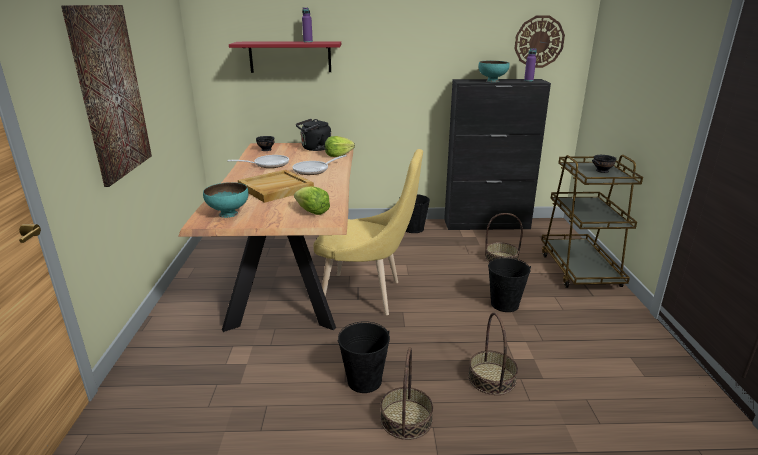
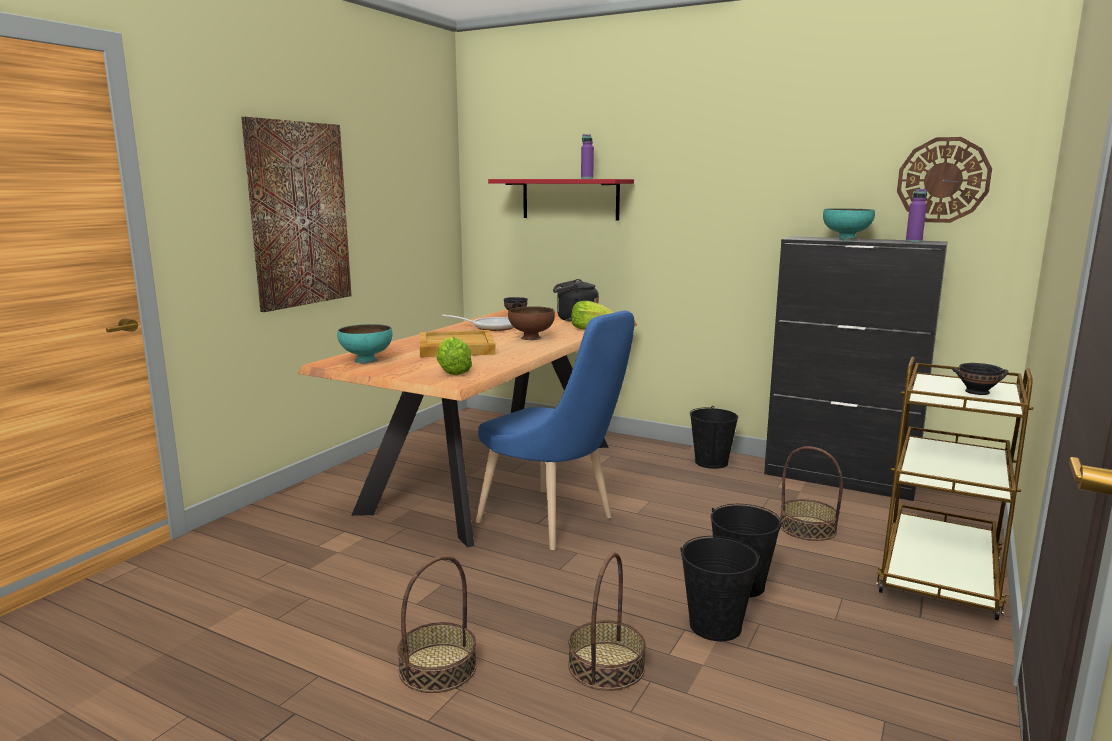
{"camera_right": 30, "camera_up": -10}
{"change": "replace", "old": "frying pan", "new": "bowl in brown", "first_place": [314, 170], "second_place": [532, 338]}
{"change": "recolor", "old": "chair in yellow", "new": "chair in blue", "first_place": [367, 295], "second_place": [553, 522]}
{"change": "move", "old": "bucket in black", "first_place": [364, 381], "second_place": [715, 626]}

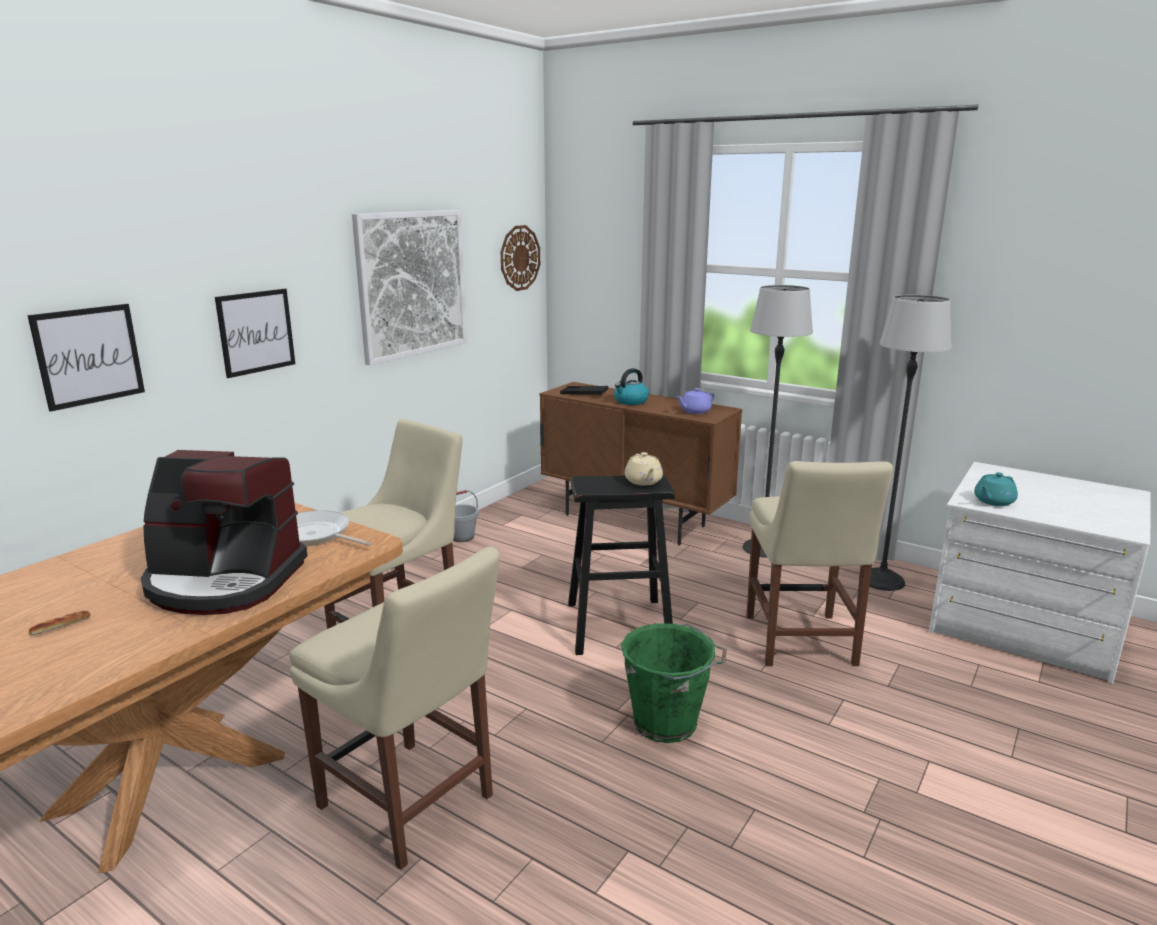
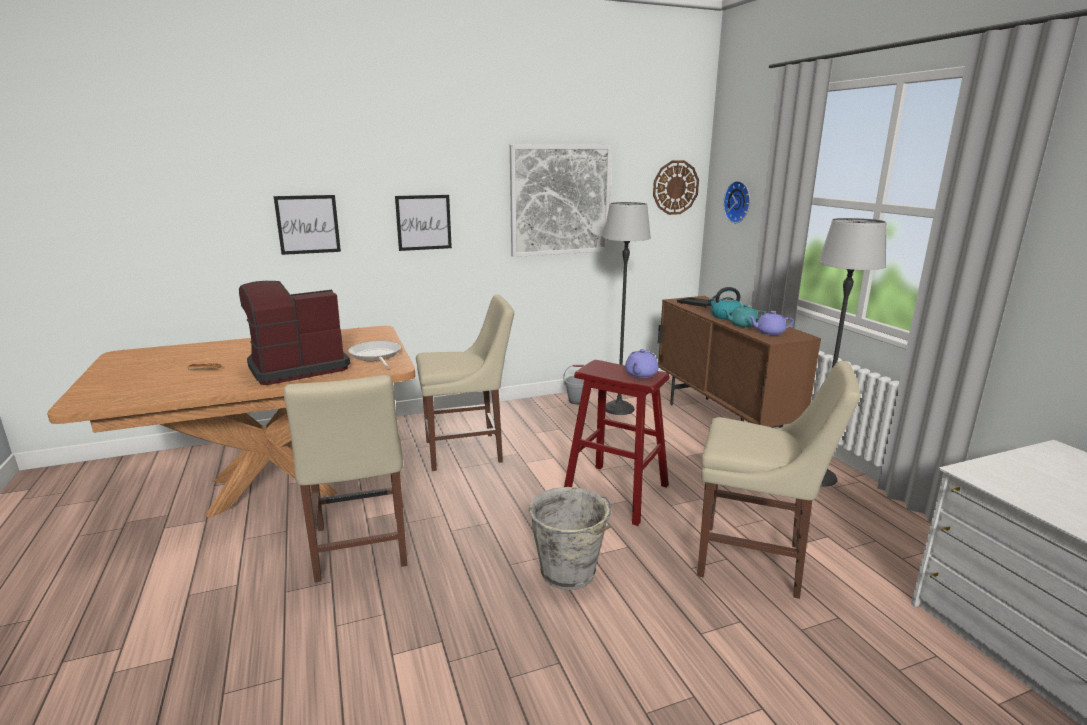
{"camera_right": 35, "camera_up": 0}
{"change": "rotate", "old": "coffee machine", "first_place": [224, 581], "second_place": [296, 368], "degrees": 105}
{"change": "recolor", "old": "stool in black", "new": "stool in red", "first_place": [619, 625], "second_place": [616, 493]}
{"change": "recolor", "old": "bucket in green", "new": "bucket in grey", "first_place": [668, 723], "second_place": [569, 573]}
{"change": "recolor", "old": "teapot in beige", "new": "teapot in purple", "first_place": [643, 481], "second_place": [640, 374]}
{"change": "rotate", "old": "chair in beige", "first_place": [800, 643], "second_place": [756, 561], "degrees": -105}
{"change": "move", "old": "floor lamp", "first_place": [881, 580], "second_place": [618, 408]}
{"change": "move", "old": "teapot in turquoise", "first_place": [993, 501], "second_place": [742, 325]}
{"change": "insert", "new": "wall clock", "second_place": [739, 202]}

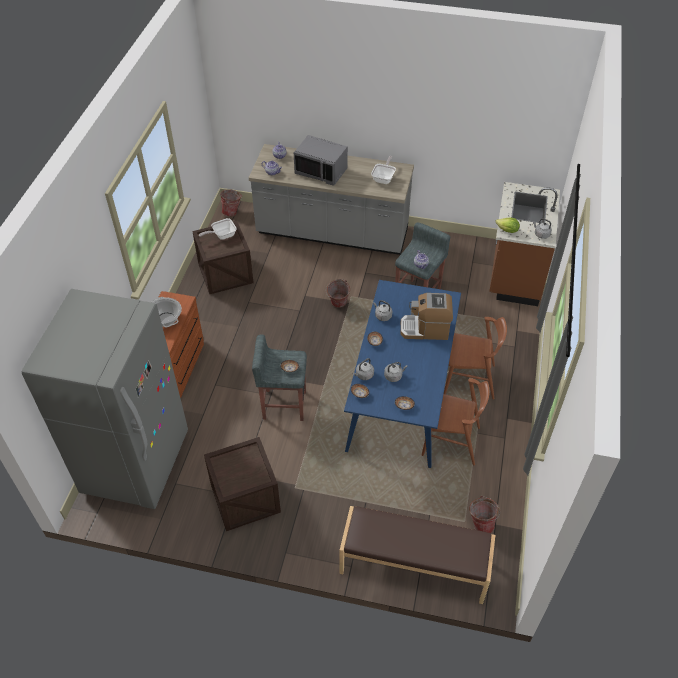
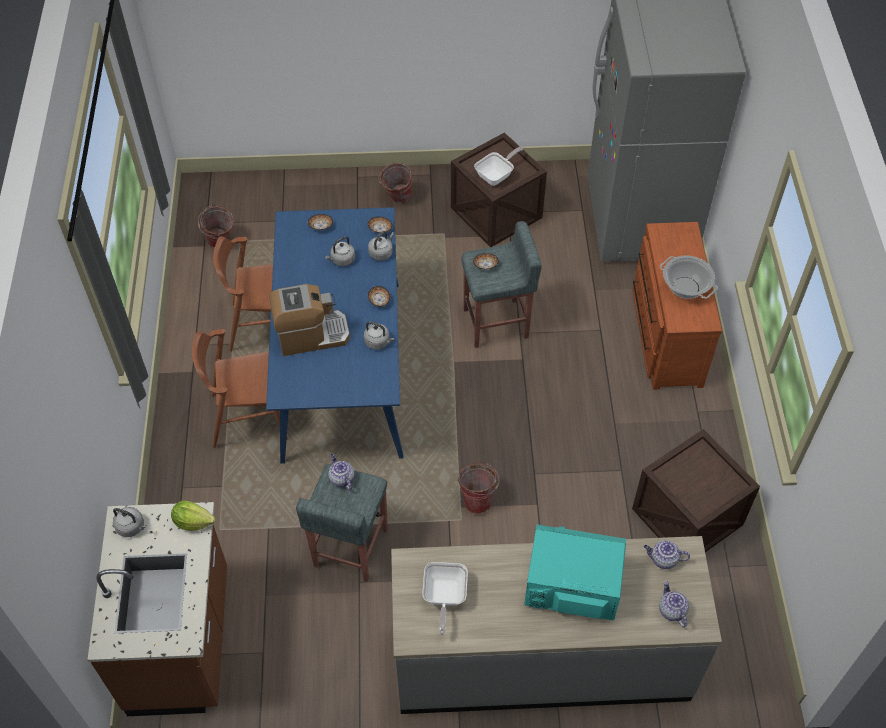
{"camera_right": 165, "camera_up": 5}
{"change": "move", "old": "frying pan", "first_place": [222, 235], "second_place": [496, 176]}
{"change": "move", "old": "bucket", "first_place": [232, 212], "second_place": [396, 198]}
{"change": "recolor", "old": "microwave in grey", "new": "microwave in turquoise", "first_place": [321, 171], "second_place": [571, 587]}
{"change": "delete", "old": "bench in brown", "first_place": [414, 567]}

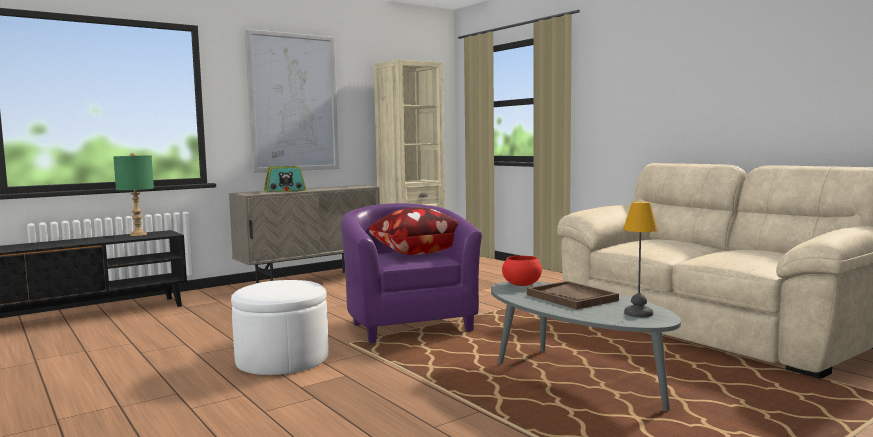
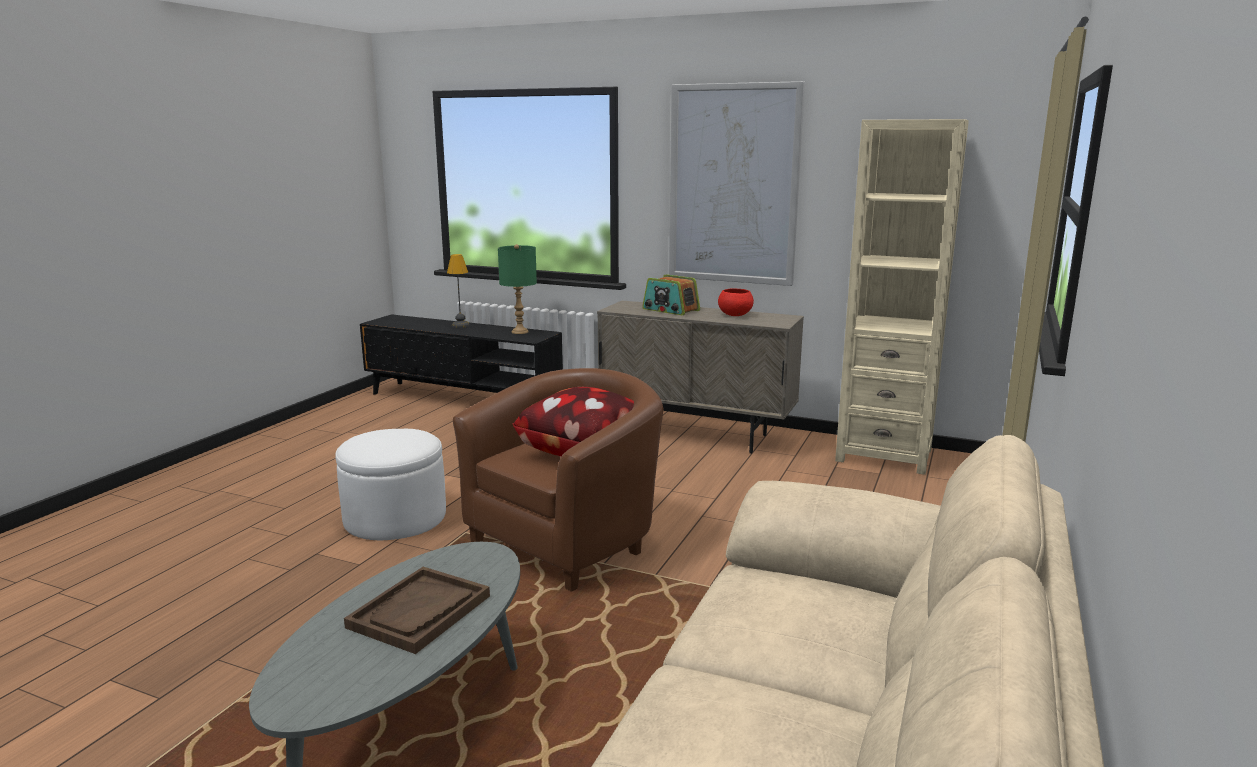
{"camera_right": 60, "camera_up": 10}
{"change": "recolor", "old": "armchair in purple", "new": "armchair in brown", "first_place": [408, 324], "second_place": [569, 542]}
{"change": "move", "old": "bowl in red", "first_place": [522, 285], "second_place": [734, 315]}
{"change": "move", "old": "table lamp", "first_place": [638, 313], "second_place": [461, 325]}

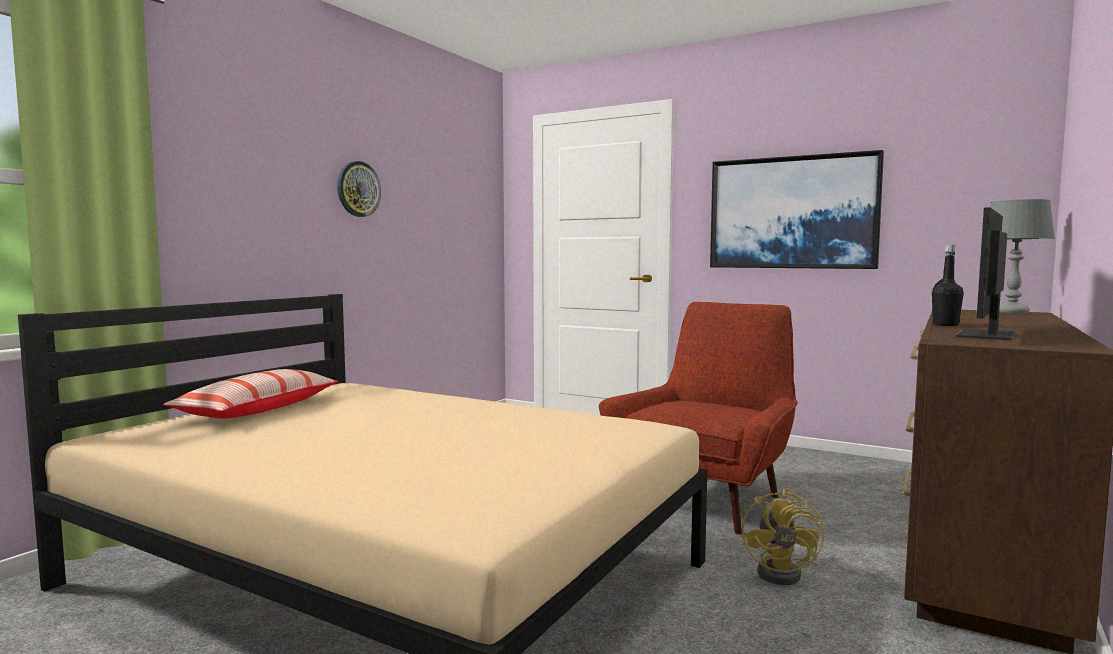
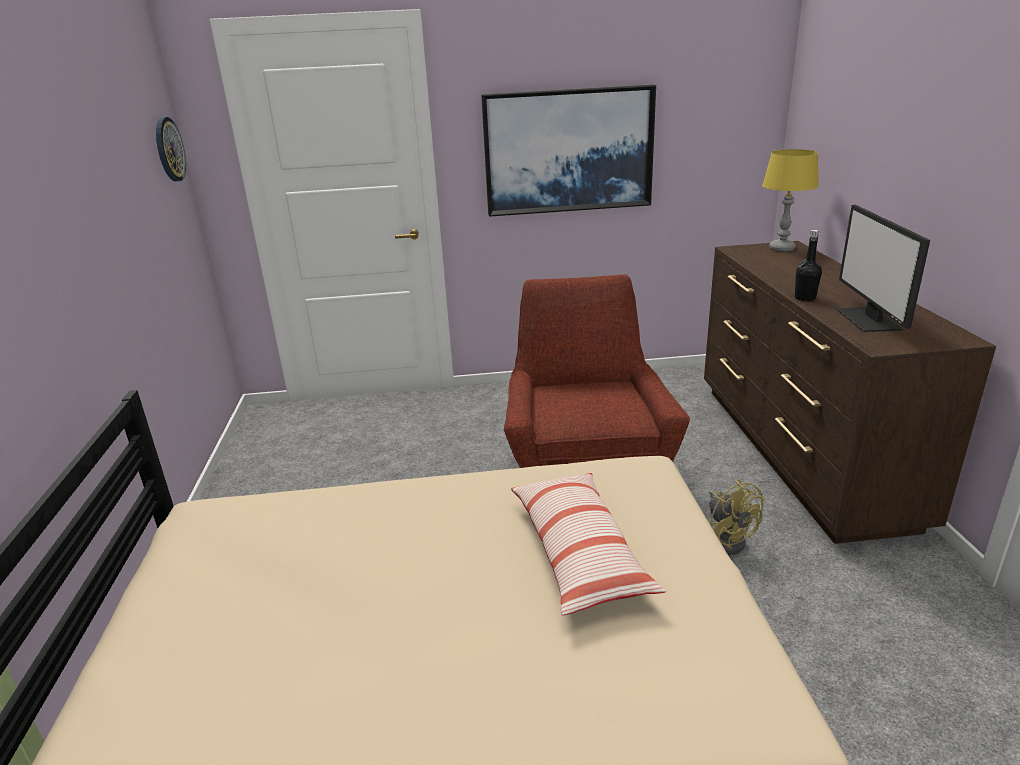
{"camera_right": -35, "camera_up": 20}
{"change": "move", "old": "pillow", "first_place": [258, 409], "second_place": [579, 553]}
{"change": "move", "old": "wall clock", "first_place": [358, 189], "second_place": [169, 149]}
{"change": "recolor", "old": "table lamp in grey", "new": "table lamp in yellow", "first_place": [1012, 313], "second_place": [782, 249]}

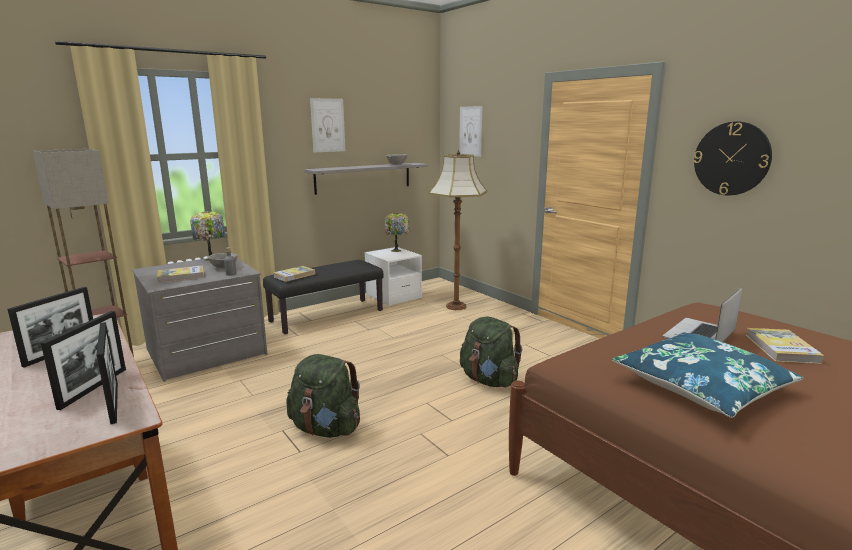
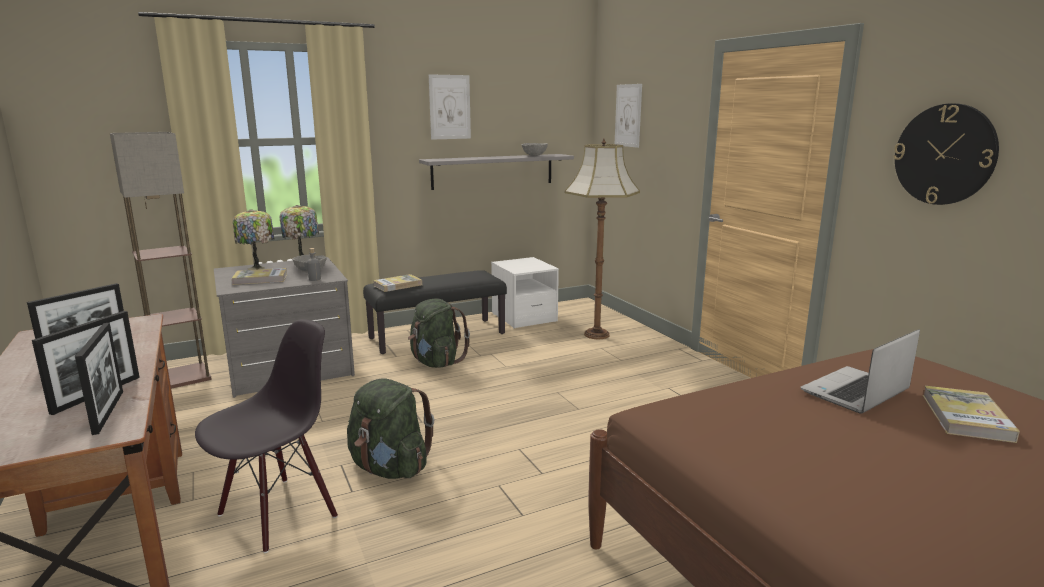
{"camera_right": 10, "camera_up": 0}
{"change": "move", "old": "table lamp", "first_place": [397, 250], "second_place": [257, 268]}
{"change": "move", "old": "backpack in green", "first_place": [489, 380], "second_place": [436, 363]}
{"change": "delete", "old": "pillow in blue", "first_place": [701, 386]}
{"change": "insert", "new": "chair in black", "second_place": [278, 514]}

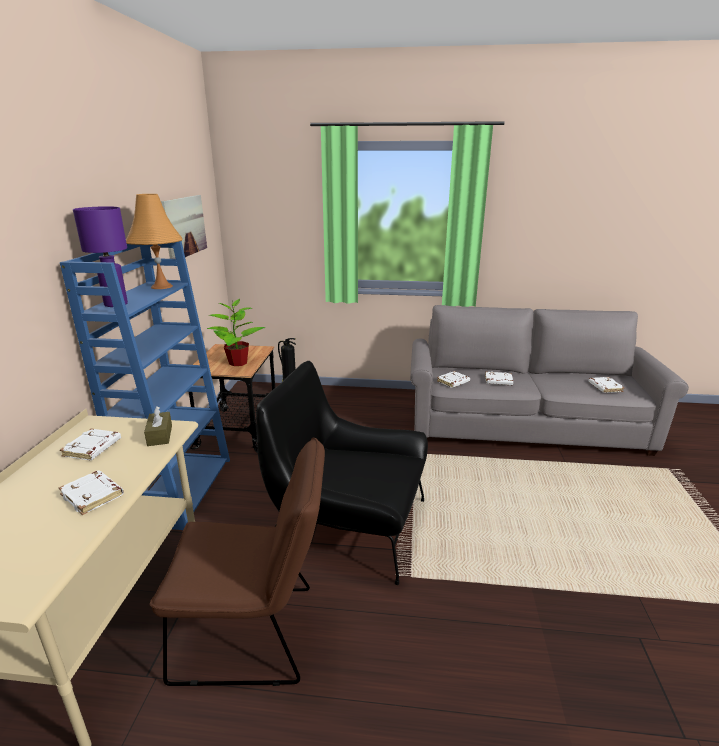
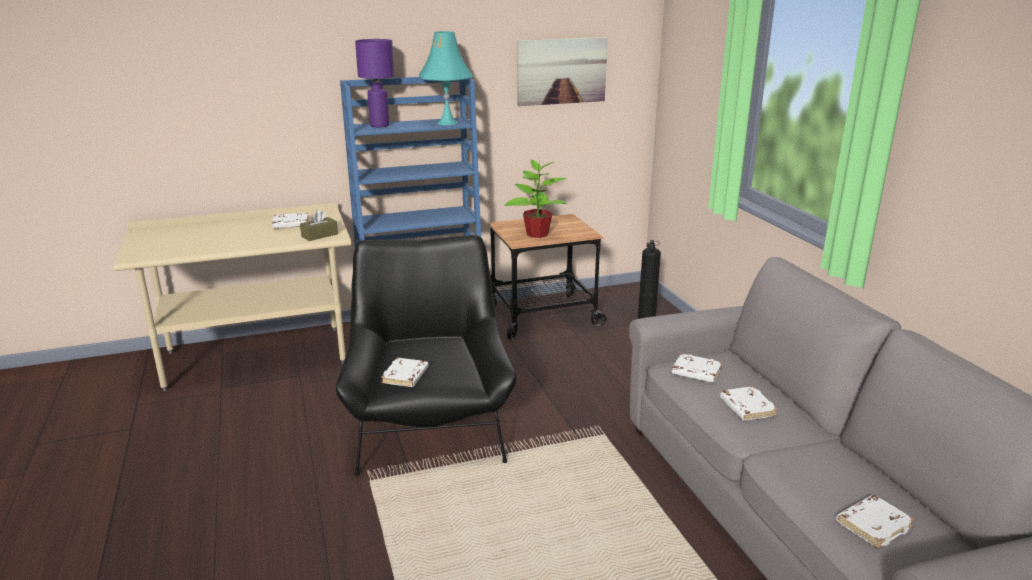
{"camera_right": 65, "camera_up": 0}
{"change": "move", "old": "book in white", "first_place": [93, 495], "second_place": [406, 376]}
{"change": "recolor", "old": "table lamp in orange", "new": "table lamp in turquoise", "first_place": [161, 286], "second_place": [447, 123]}
{"change": "delete", "old": "chair in brown", "first_place": [256, 633]}

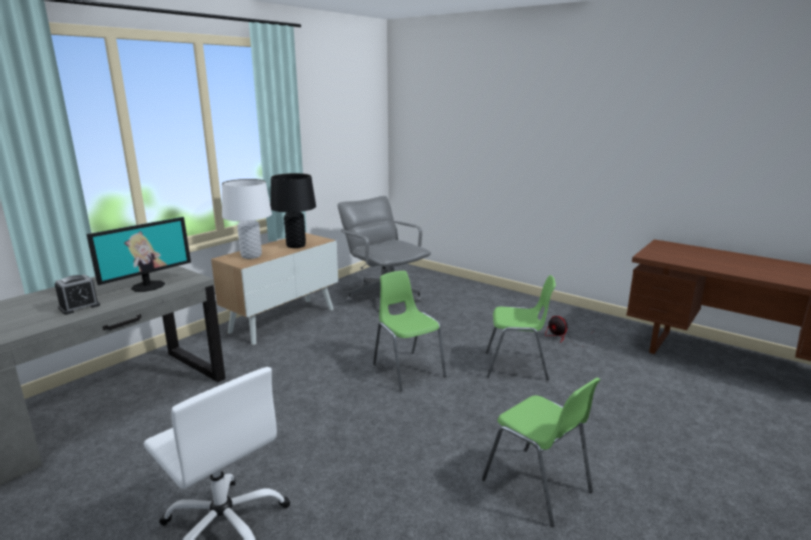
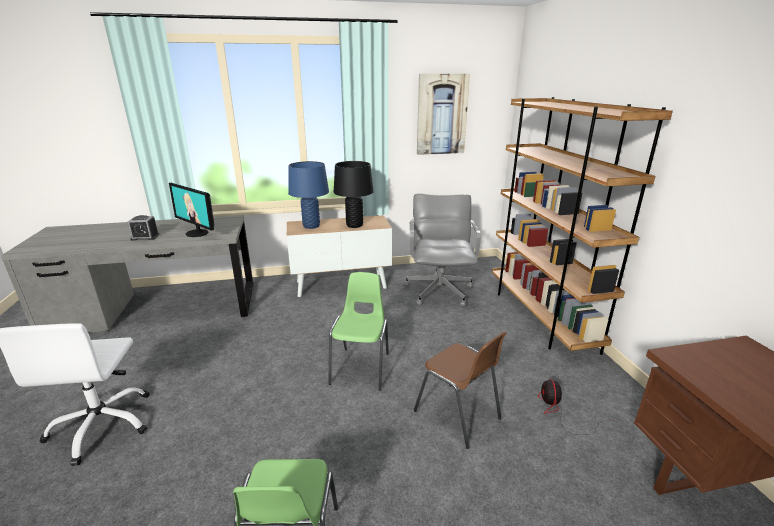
{"camera_right": 40, "camera_up": 5}
{"change": "rotate", "old": "monitor", "first_place": [148, 286], "second_place": [197, 233], "degrees": 45}
{"change": "recolor", "old": "table lamp in white", "new": "table lamp in blue", "first_place": [251, 256], "second_place": [311, 226]}
{"change": "recolor", "old": "chair in green", "new": "chair in brown", "first_place": [516, 366], "second_place": [458, 415]}
{"change": "insert", "new": "picture", "second_place": [441, 115]}
{"change": "insert", "new": "bookcase in brown", "second_place": [540, 317]}

